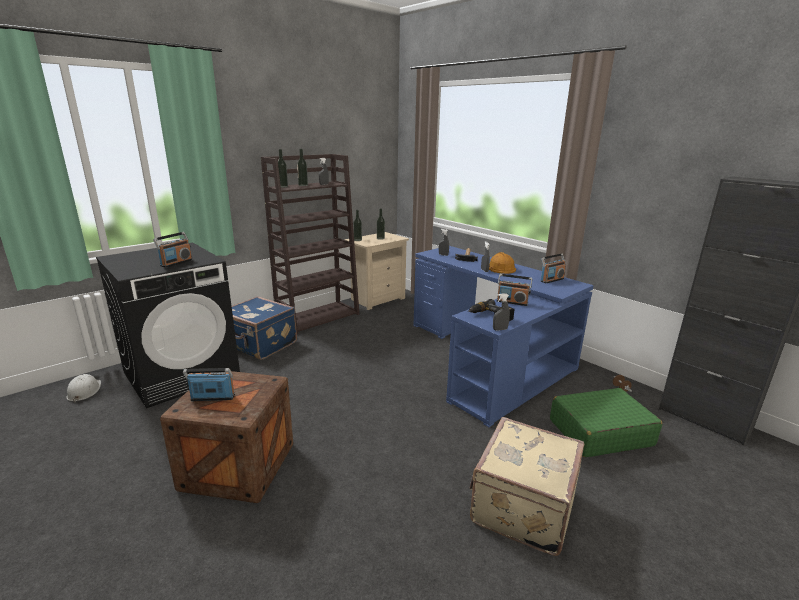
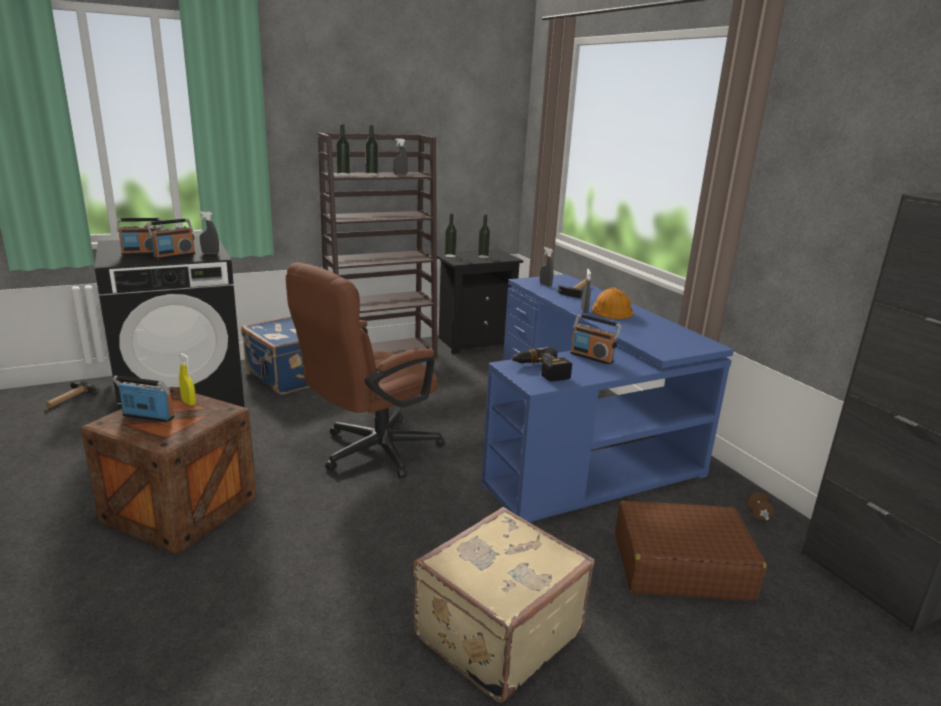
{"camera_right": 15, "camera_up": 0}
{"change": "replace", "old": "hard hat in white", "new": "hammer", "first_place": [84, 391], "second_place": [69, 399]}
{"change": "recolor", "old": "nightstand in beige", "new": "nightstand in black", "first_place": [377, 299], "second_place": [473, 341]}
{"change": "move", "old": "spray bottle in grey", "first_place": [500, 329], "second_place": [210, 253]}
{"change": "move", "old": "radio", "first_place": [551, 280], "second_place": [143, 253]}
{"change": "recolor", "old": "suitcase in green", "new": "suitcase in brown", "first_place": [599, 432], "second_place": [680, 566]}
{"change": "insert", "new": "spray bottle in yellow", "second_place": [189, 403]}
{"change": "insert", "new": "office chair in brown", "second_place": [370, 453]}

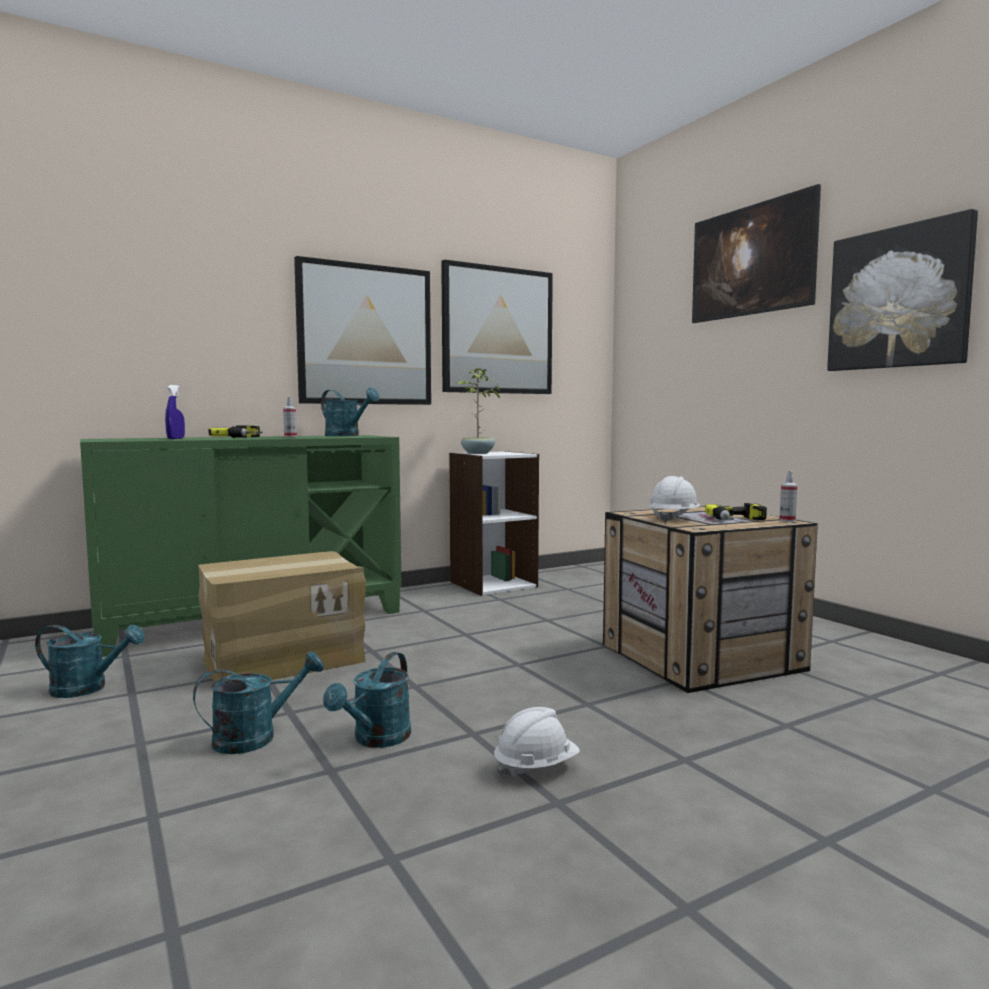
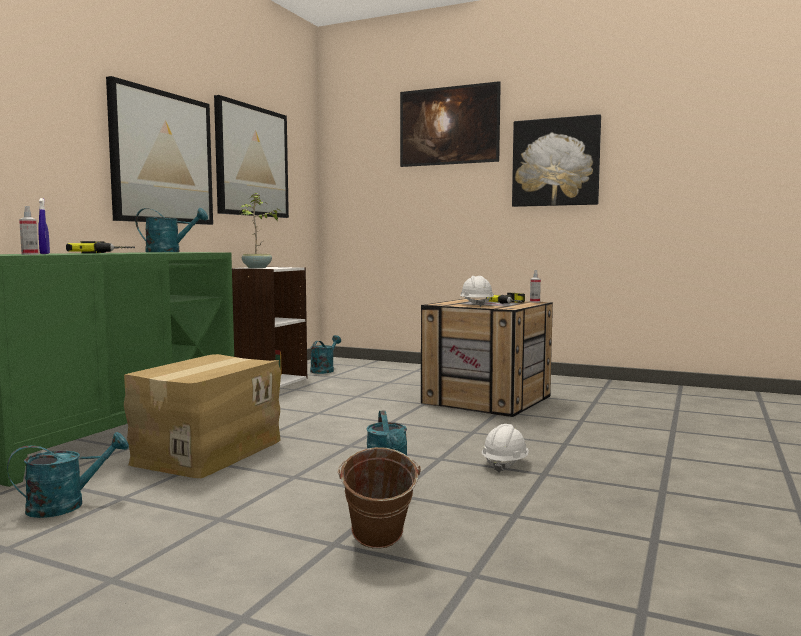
{"camera_right": -35, "camera_up": 0}
{"change": "move", "old": "watering can in turquoise", "first_place": [256, 737], "second_place": [324, 370]}
{"change": "move", "old": "spray bottle", "first_place": [290, 437], "second_place": [30, 254]}
{"change": "insert", "new": "bucket in brown", "second_place": [378, 547]}

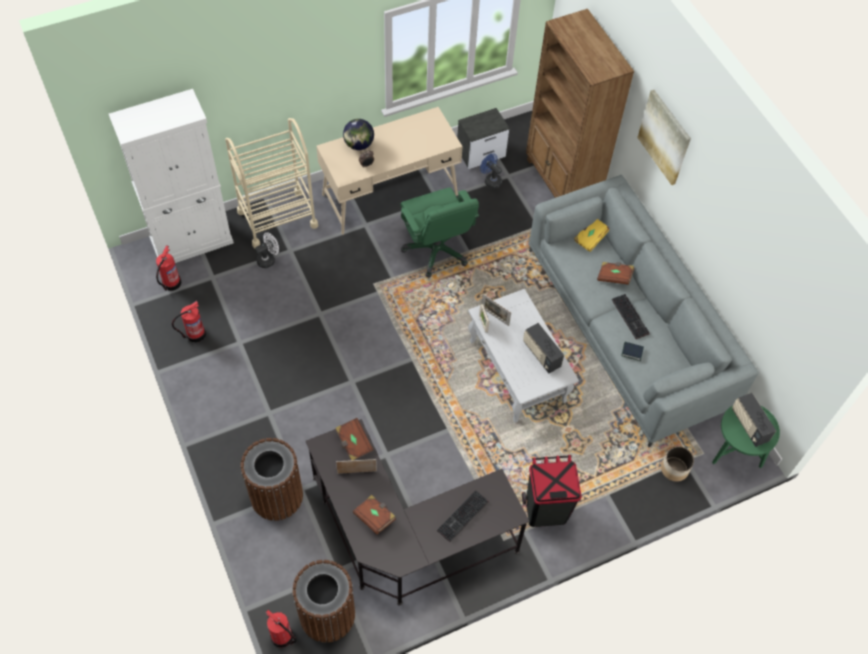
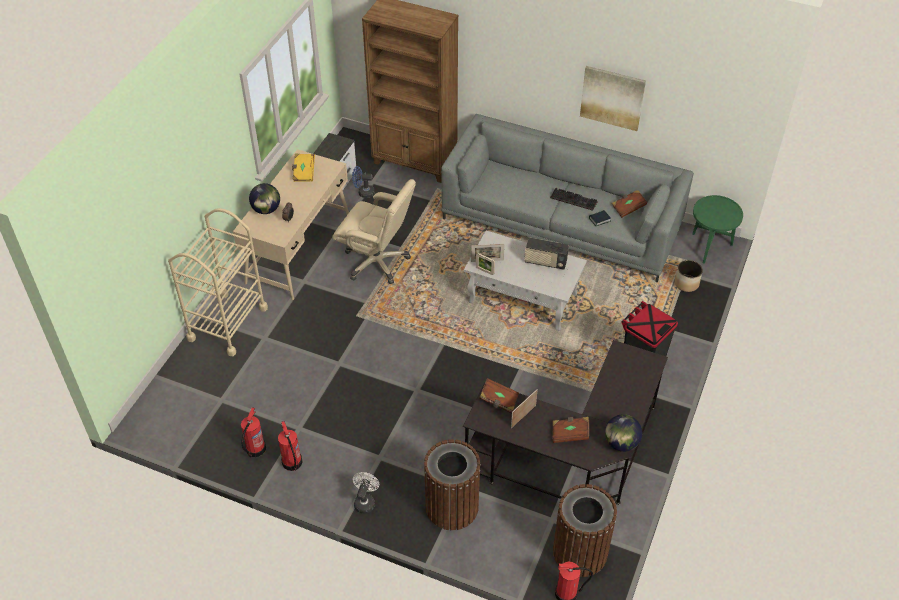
{"camera_right": -40, "camera_up": -10}
{"change": "delete", "old": "cabinet in white", "first_place": [192, 241]}
{"change": "move", "old": "fire extinguisher", "first_place": [171, 283], "second_place": [292, 463]}
{"change": "move", "old": "fan in white", "first_place": [268, 259], "second_place": [365, 501]}
{"change": "recolor", "old": "office chair in green", "new": "office chair in beige", "first_place": [436, 250], "second_place": [377, 262]}
{"change": "delete", "old": "keyboard", "first_place": [463, 517]}
{"change": "move", "old": "book in yellow", "first_place": [590, 238], "second_place": [303, 172]}
{"change": "move", "old": "book in brown", "first_place": [614, 277], "second_place": [628, 208]}
{"change": "move", "old": "picture", "first_place": [664, 137], "second_place": [612, 97]}
{"change": "delete", "old": "radio", "first_place": [749, 425]}
{"change": "insert", "new": "globe", "second_place": [621, 443]}

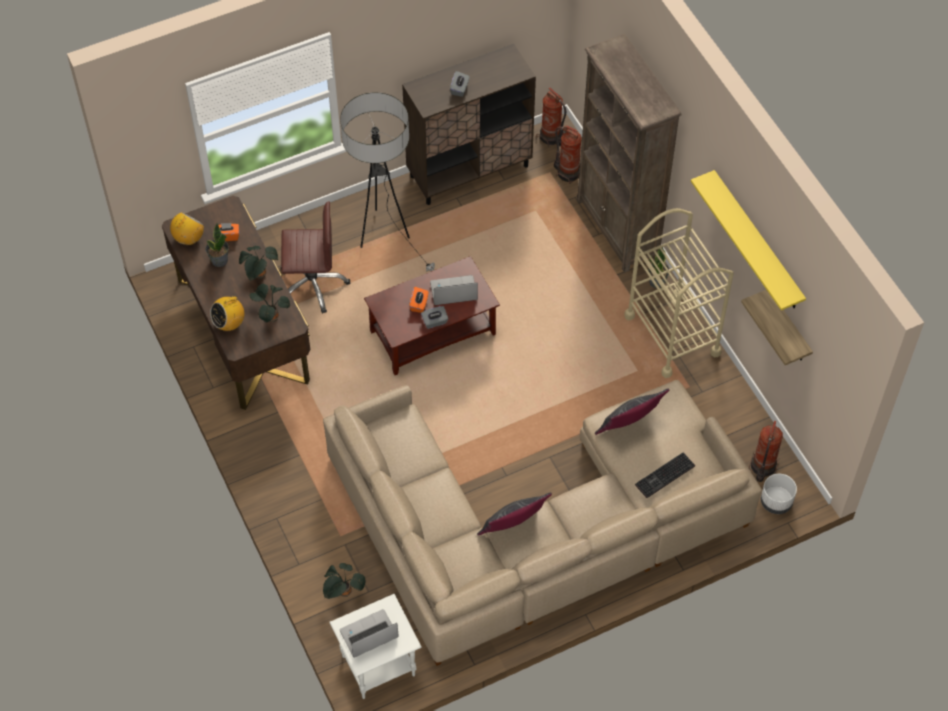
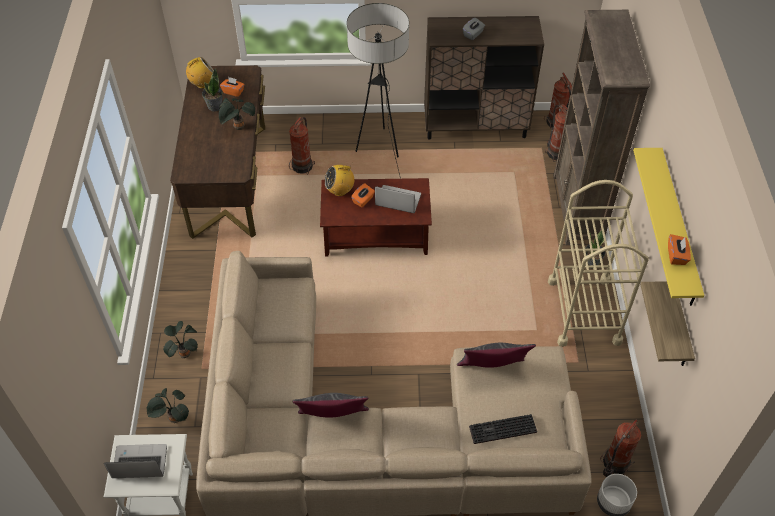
{"camera_right": 25, "camera_up": -5}
{"change": "move", "old": "radio", "first_place": [229, 323], "second_place": [340, 190]}
{"change": "move", "old": "potted plant", "first_place": [271, 317], "second_place": [184, 353]}
{"change": "replace", "old": "office chair in brown", "new": "fire extinguisher", "first_place": [312, 284], "second_place": [303, 165]}
{"change": "delete", "old": "tissue box in grey", "first_place": [435, 322]}
{"change": "insert", "new": "tissue box in orange", "second_place": [676, 255]}

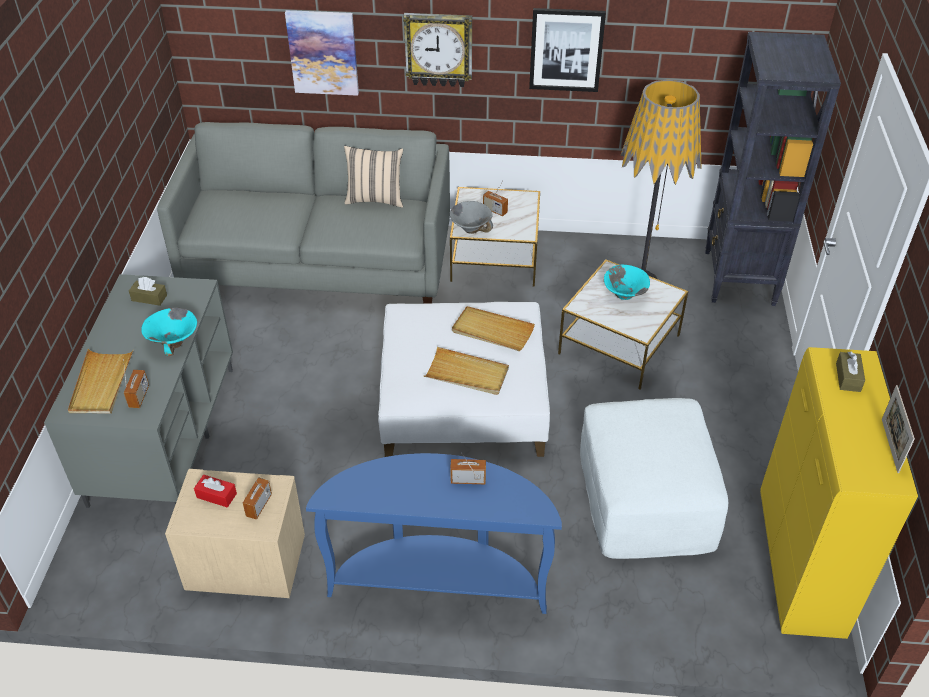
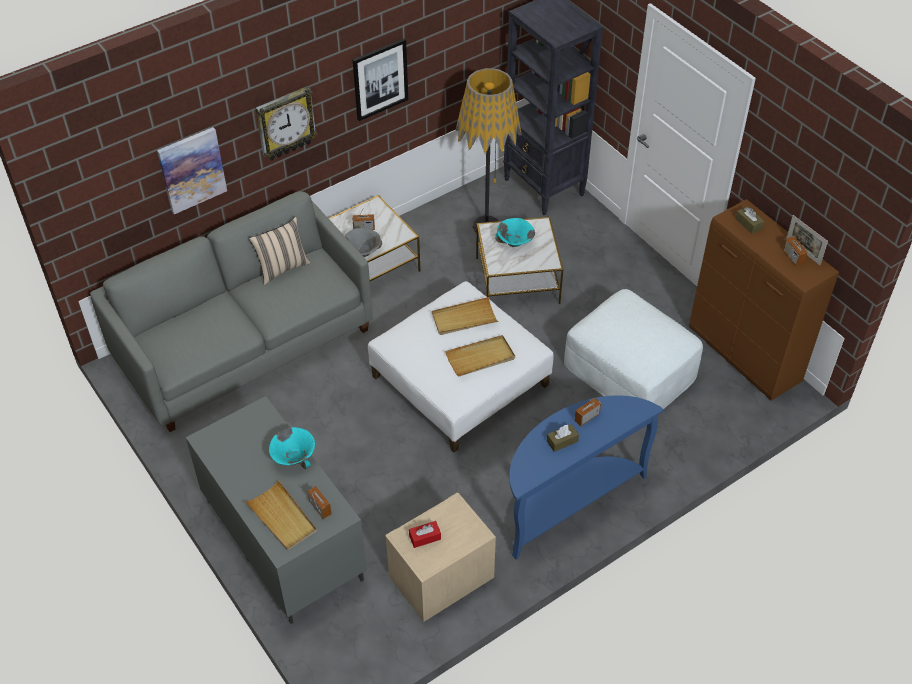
{"camera_right": -40, "camera_up": 5}
{"change": "move", "old": "tissue box in brown", "first_place": [149, 298], "second_place": [562, 441]}
{"change": "move", "old": "radio", "first_place": [259, 505], "second_place": [793, 257]}
{"change": "recolor", "old": "cabinet in yellow", "new": "cabinet in brown", "first_place": [800, 565], "second_place": [744, 356]}

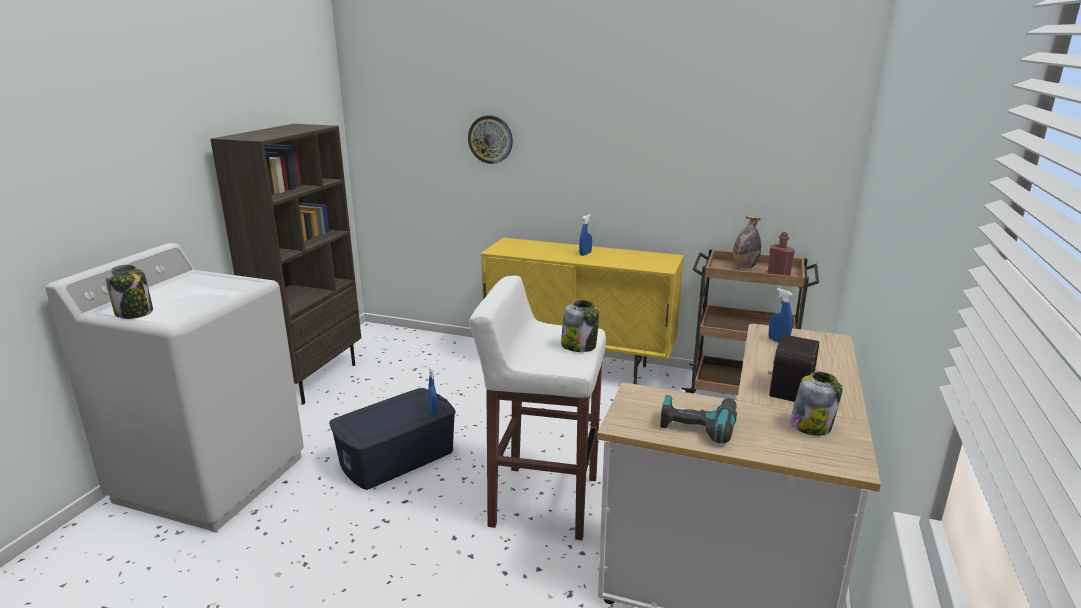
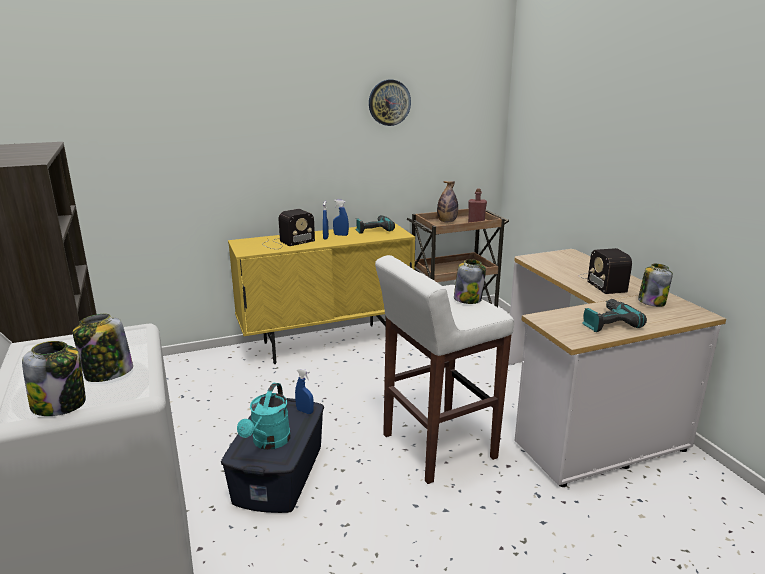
{"camera_right": -40, "camera_up": 0}
{"change": "move", "old": "wall clock", "first_place": [490, 139], "second_place": [389, 102]}
{"change": "move", "old": "spray bottle in blue", "first_place": [778, 341], "second_place": [341, 235]}
{"change": "insert", "new": "jar", "second_place": [107, 373]}
{"change": "insert", "new": "watering can in turquoise", "second_place": [268, 442]}
{"change": "insert", "new": "radio", "second_place": [286, 242]}
{"change": "insert", "new": "power drill", "second_place": [373, 229]}

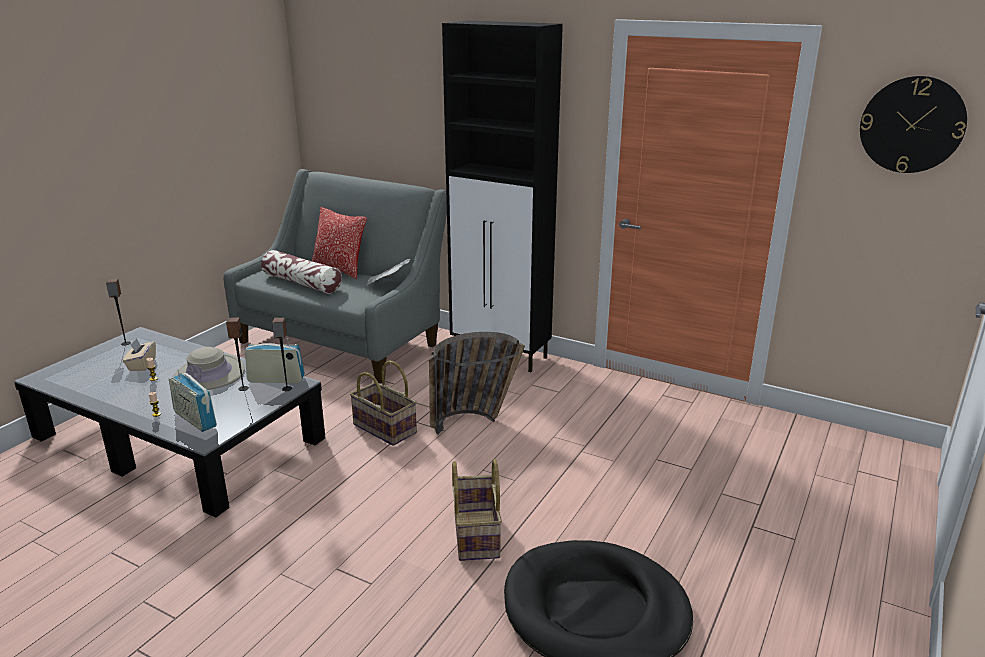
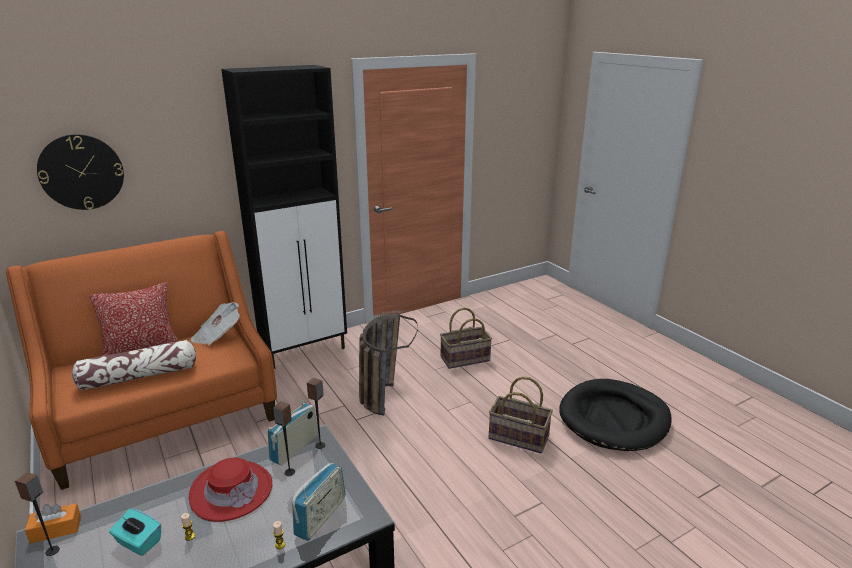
{"camera_right": -60, "camera_up": 0}
{"change": "recolor", "old": "tissue box in beige", "new": "tissue box in turquoise", "first_place": [142, 365], "second_place": [138, 542]}
{"change": "rotate", "old": "radio", "first_place": [195, 419], "second_place": [320, 517], "degrees": -45}
{"change": "recolor", "old": "hat in beige", "new": "hat in red", "first_place": [209, 375], "second_place": [231, 491]}
{"change": "recolor", "old": "sofa in grey", "new": "sofa in orange", "first_place": [344, 339], "second_place": [165, 417]}
{"change": "move", "old": "basket", "first_place": [383, 429], "second_place": [465, 359]}
{"change": "move", "old": "wall clock", "first_place": [912, 125], "second_place": [81, 172]}
{"change": "insert", "new": "tissue box in orange", "second_place": [56, 529]}

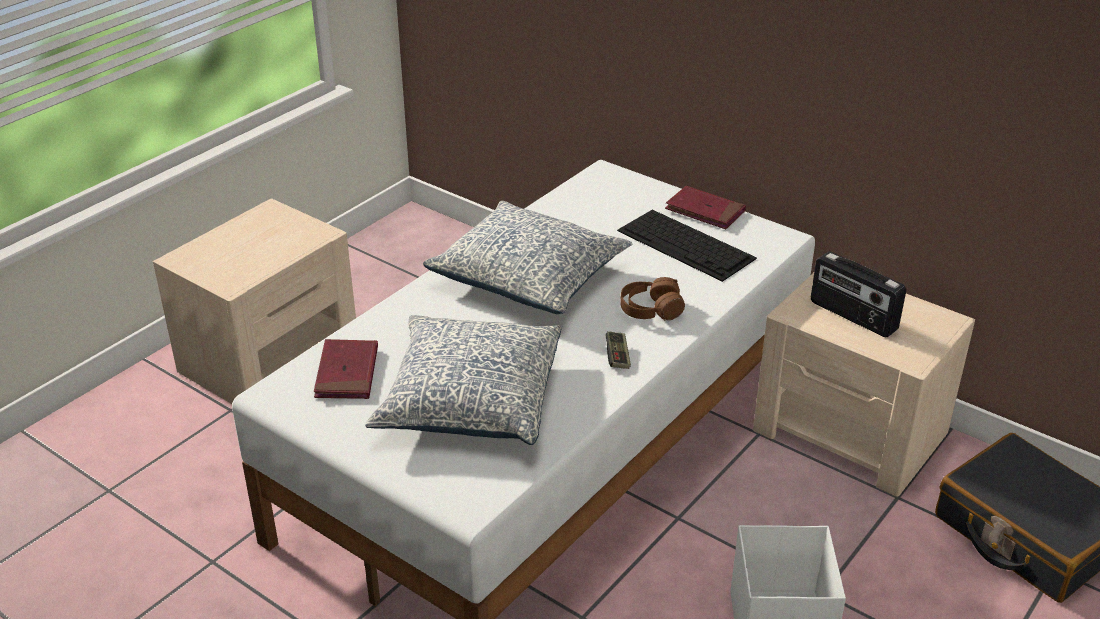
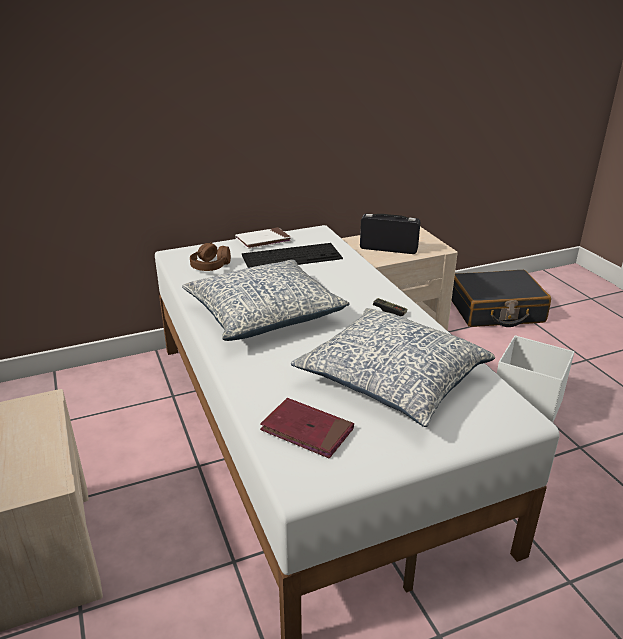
{"camera_right": -60, "camera_up": -5}
{"change": "move", "old": "headphones in brown", "first_place": [650, 310], "second_place": [210, 266]}
{"change": "recolor", "old": "book in red", "new": "book in white", "first_place": [705, 211], "second_place": [263, 241]}
{"change": "rotate", "old": "radio", "first_place": [852, 316], "second_place": [388, 249], "degrees": -150}

